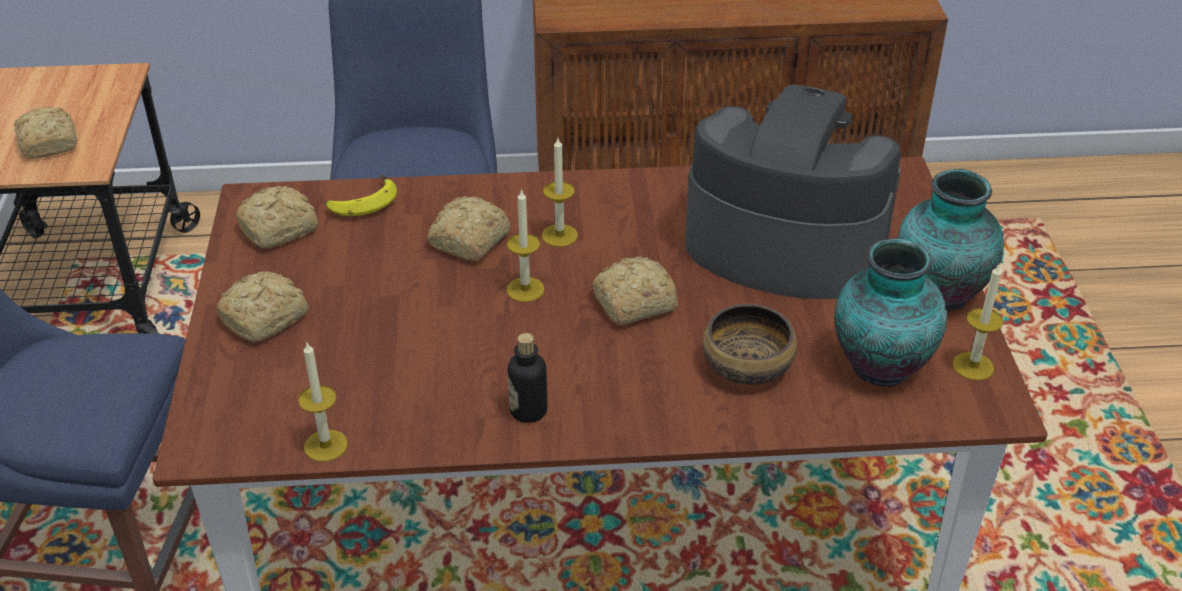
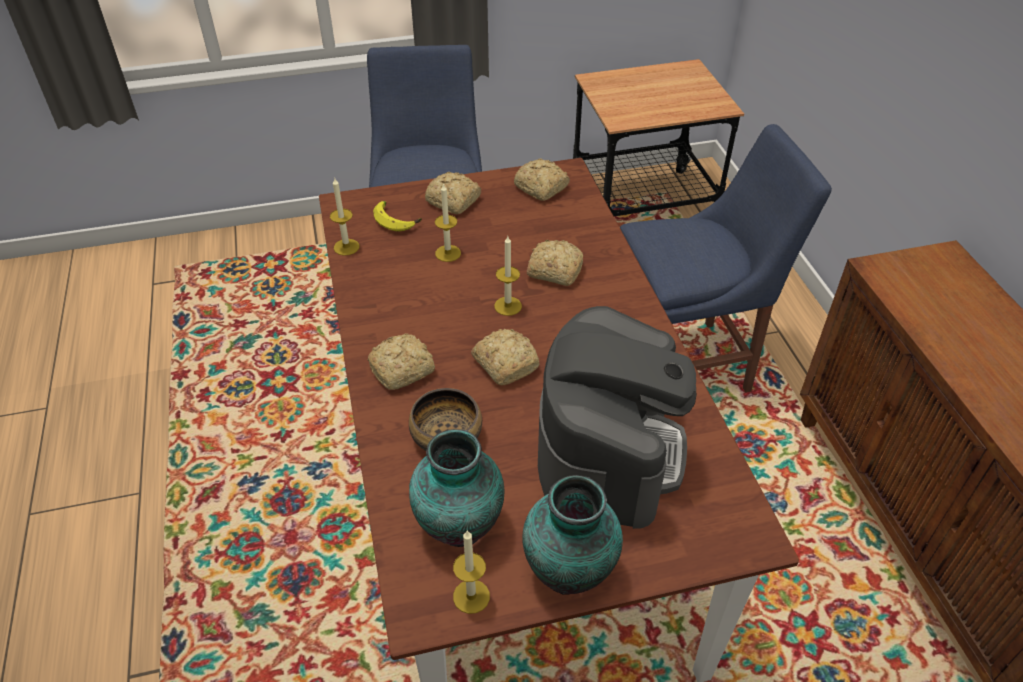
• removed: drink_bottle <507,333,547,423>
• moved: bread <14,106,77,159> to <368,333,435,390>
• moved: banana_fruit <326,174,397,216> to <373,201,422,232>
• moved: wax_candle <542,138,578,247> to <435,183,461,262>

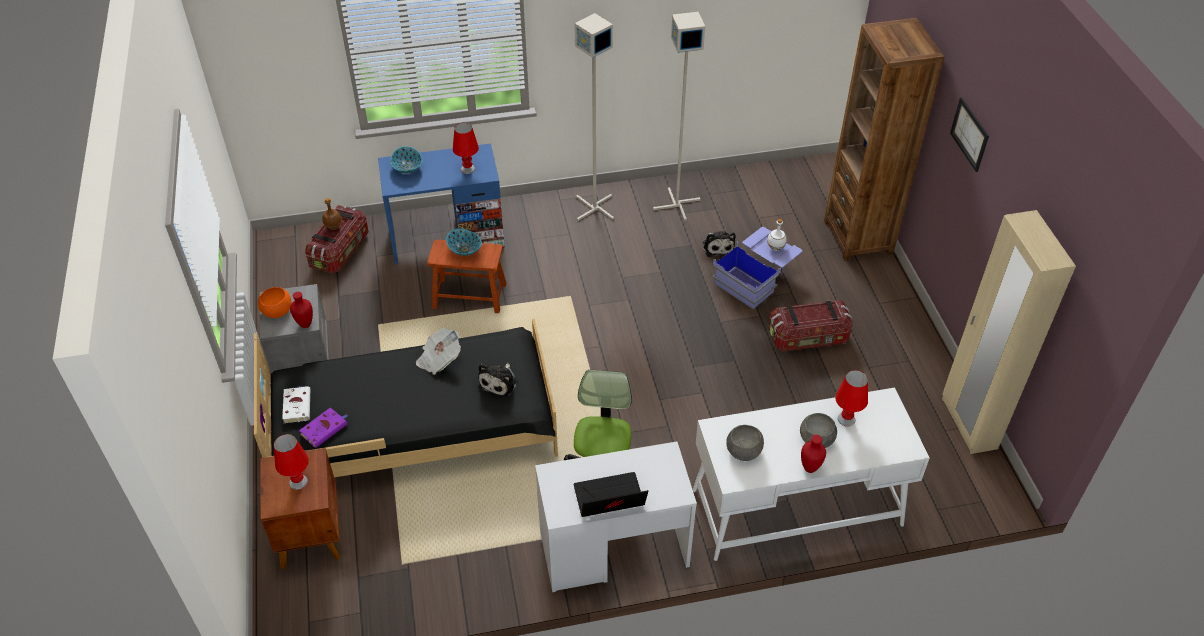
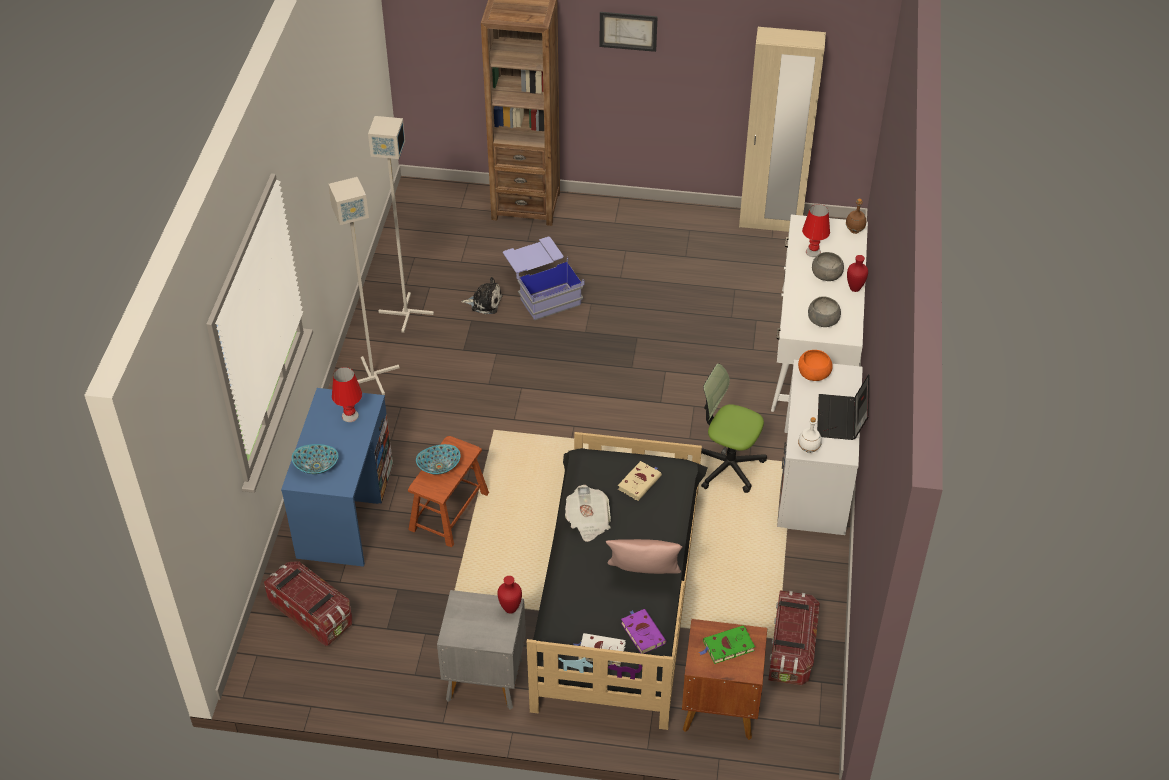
• added: pink_pillow <606,539,682,574>
• moved: orange_deep_dish <258,287,291,318> to <798,350,833,381>
• moved: brown_drink_bottle <322,198,342,230> to <846,199,866,234>
• moved: whitish_drink_bottle <767,219,787,251> to <798,417,822,453>
• moved: storage_bin <768,300,853,351> to <768,591,820,685>
• replaced: red-coloured_table_lamp <274,434,309,490> to greenish_bound_book <699,625,755,664>
• replaced: plush_toy <478,363,517,398> to beige_bound_book <618,461,662,501>

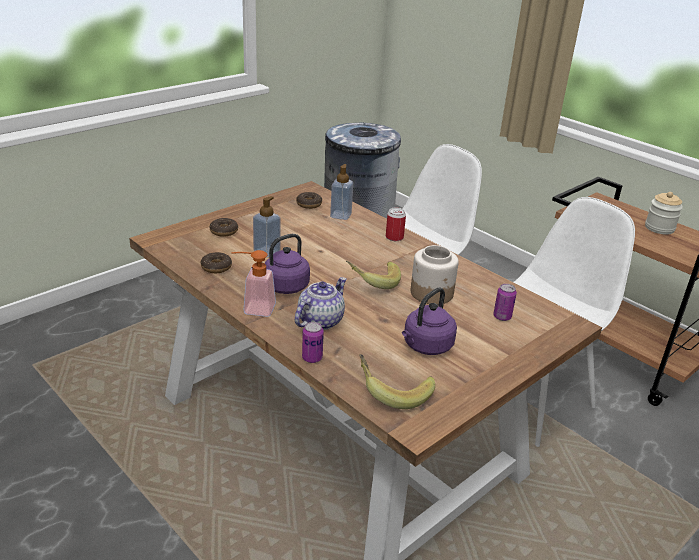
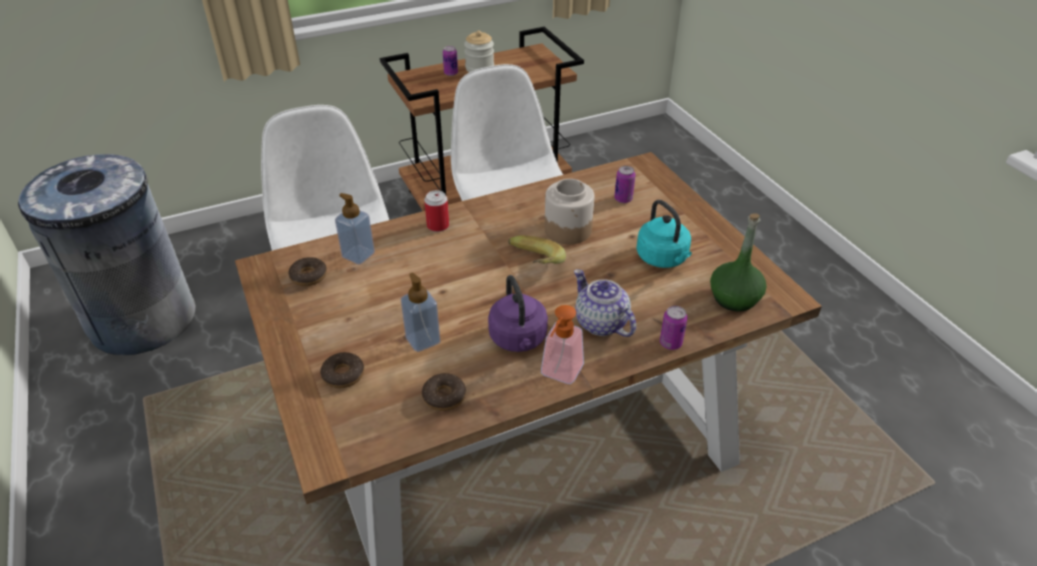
• added: metal_can <443,46,458,76>
• replaced: banana_fruit <359,354,435,409> to greenish_drink_bottle <710,213,767,312>
• recoloured: purplish_water_kettle <402,287,457,355> to turquoise-coloured_water_kettle <636,200,692,268>

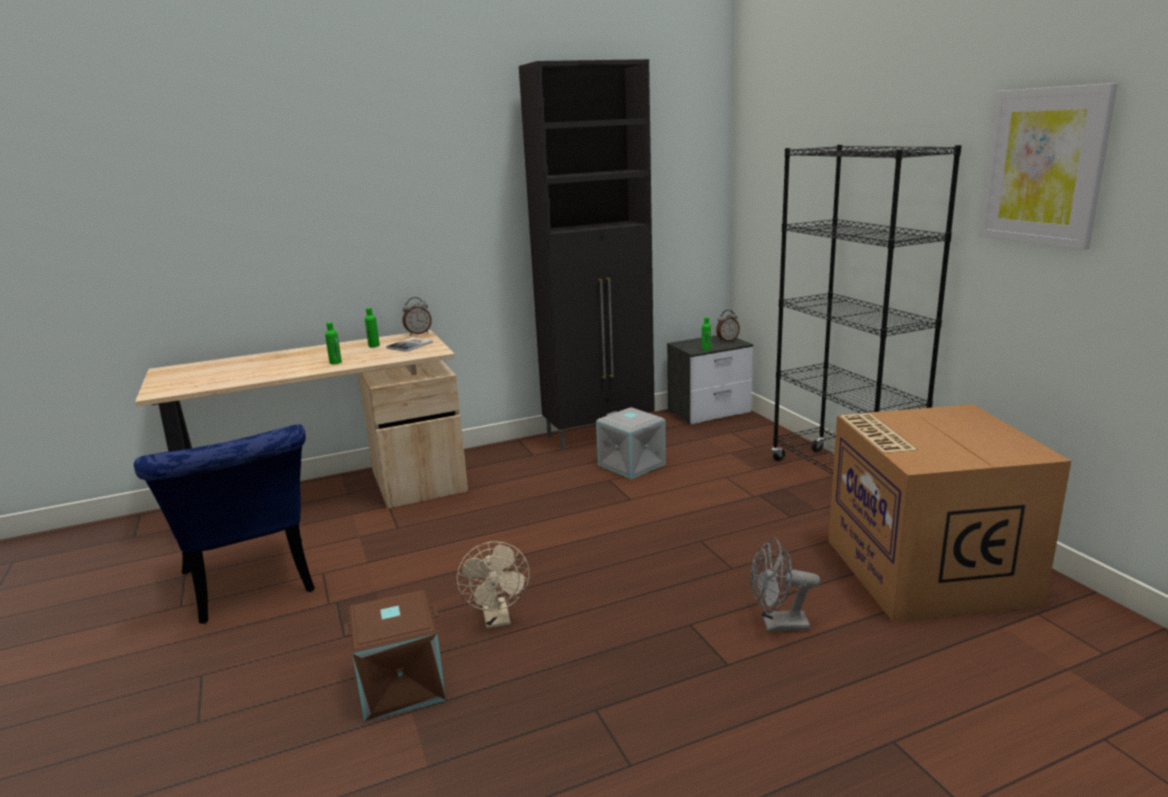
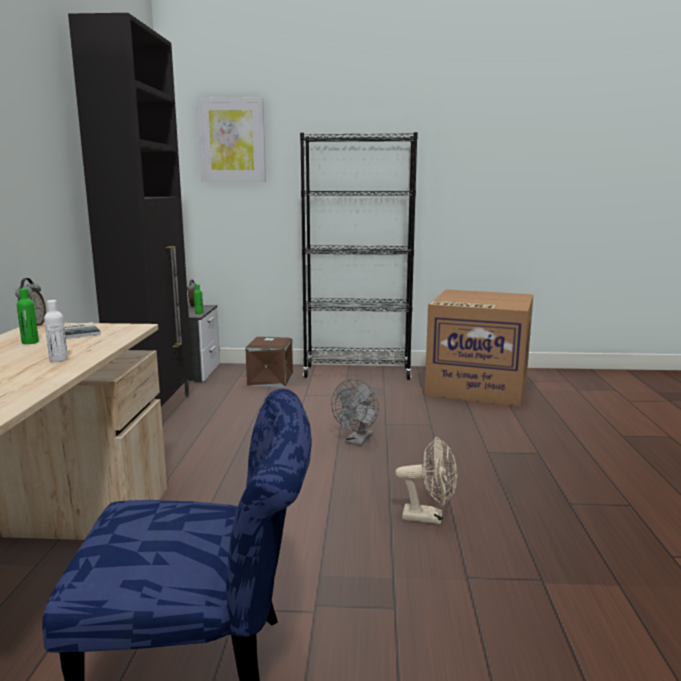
• removed: greyish_storage_bin <596,407,666,479>
• moved: brown_storage_bin <344,590,446,722> to <245,337,293,387>
• moved: greyish_cooling_fan <751,537,820,632> to <331,379,379,446>
• moved: picture <979,83,1118,250> to <197,97,266,182>
• recoloured: greenish_drink_bottle <325,322,342,364> to whitish_drink_bottle <44,300,68,362>

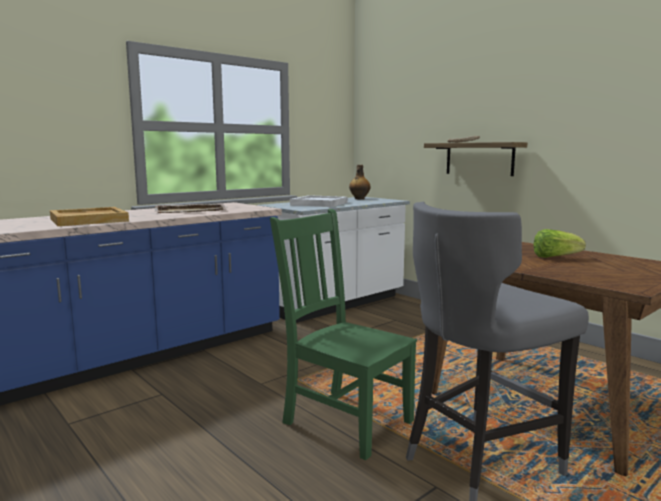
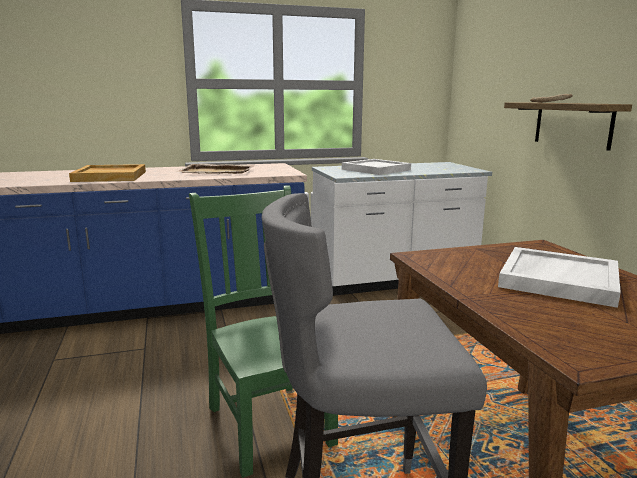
• removed: drink_bottle <349,165,370,199>
• replaced: lettuce_head <534,229,586,258> to whitish_tray <498,247,621,308>

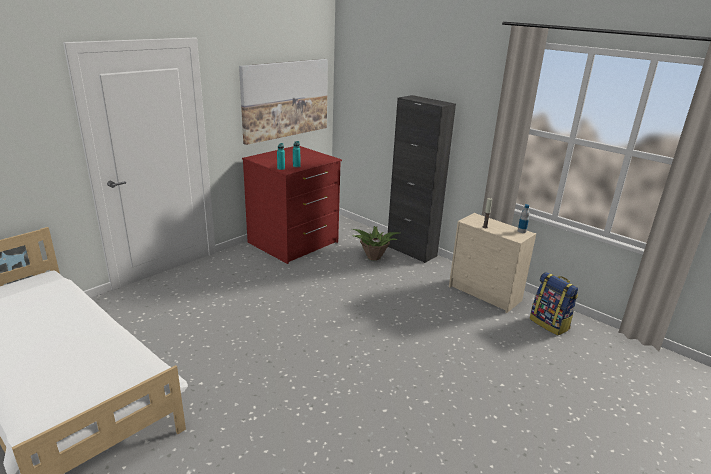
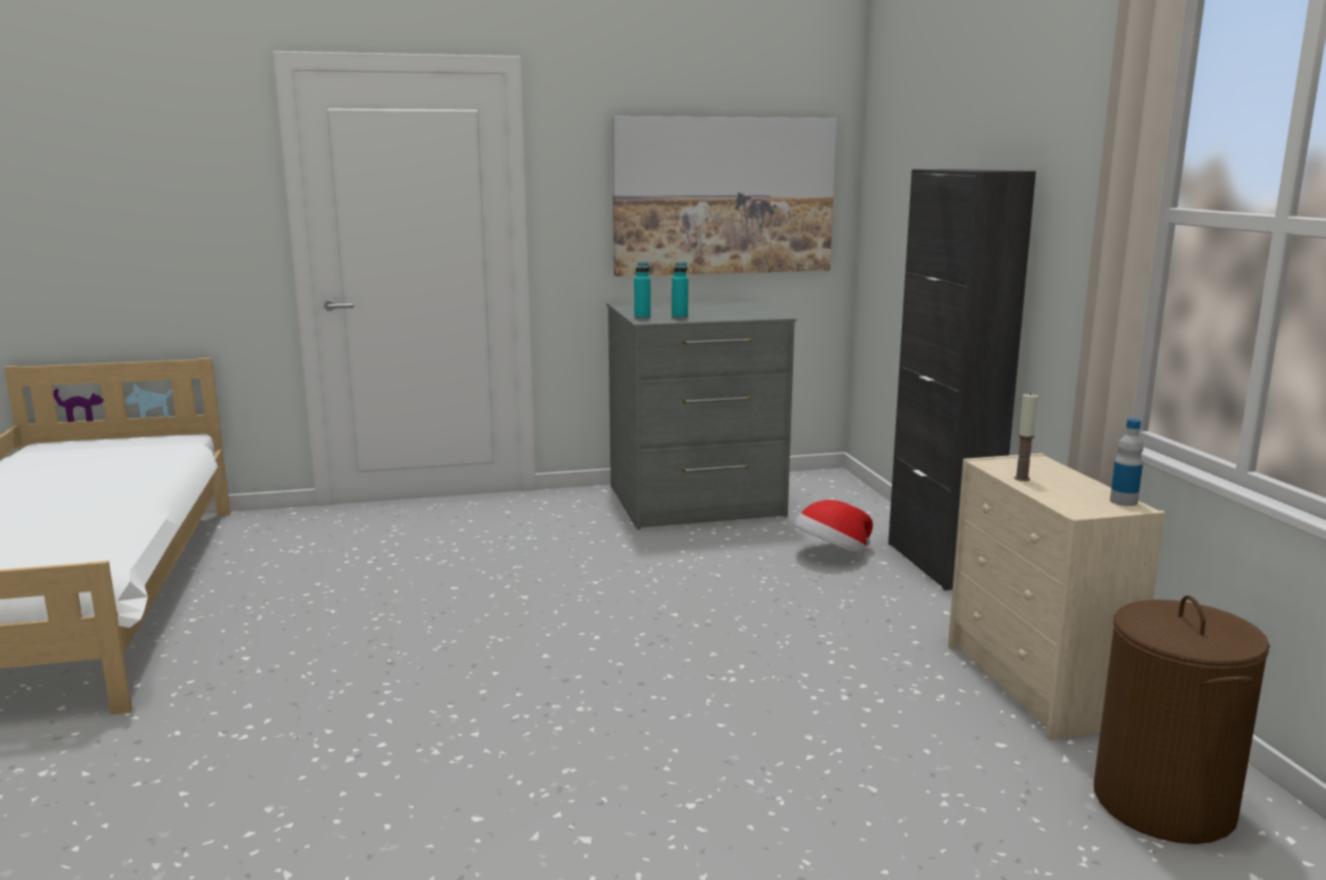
• replaced: potted_plant <352,226,400,261> to wearable_hat <794,500,873,555>
• replaced: rucksack <530,272,578,335> to brown_washing_basket <1094,595,1270,844>
• recoloured: red-coloured_chest_of_drawers <242,146,342,264> to greyish_chest_of_drawers <606,298,797,530>

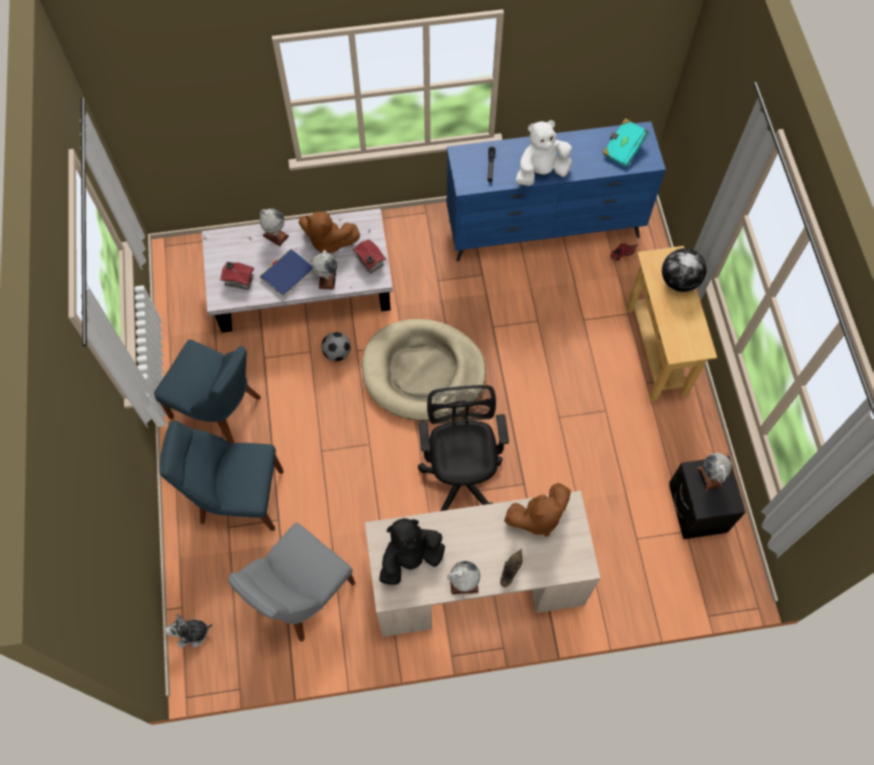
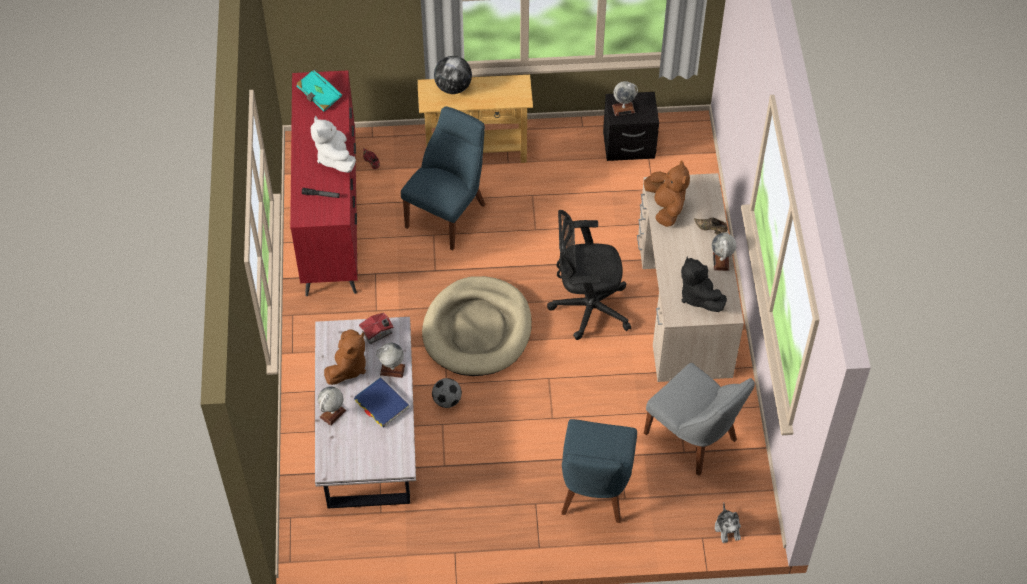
• removed: toy_house <220,262,254,290>
• moved: bluish_chair <154,339,261,444> to <401,106,486,250>
• recoloured: bluish_chest_of_drawers <447,121,666,262> to red-coloured_chest_of_drawers <290,70,358,296>

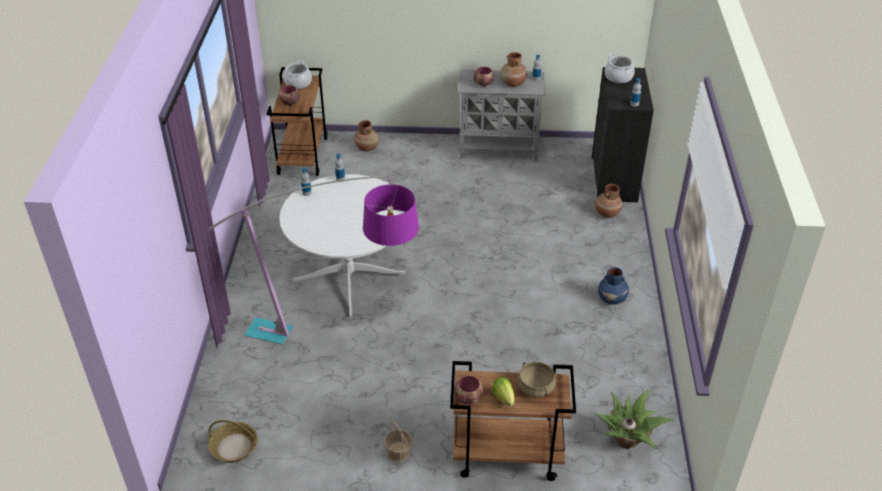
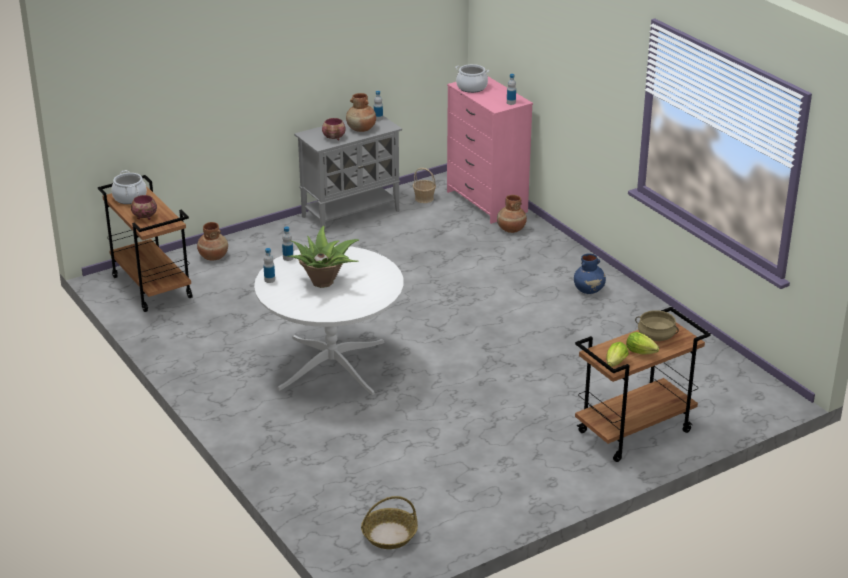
• removed: floor_lamp <209,175,419,344>
• moved: basket <384,421,413,462> to <413,168,436,203>
• moved: potted_plant <594,390,674,450> to <287,226,359,288>
• replaced: deep_dish <454,376,483,405> to lettuce_head <606,342,629,367>
• recoloured: black-coloured_chest_of_drawers <591,67,654,202> to pink_chest_of_drawers <447,76,533,224>

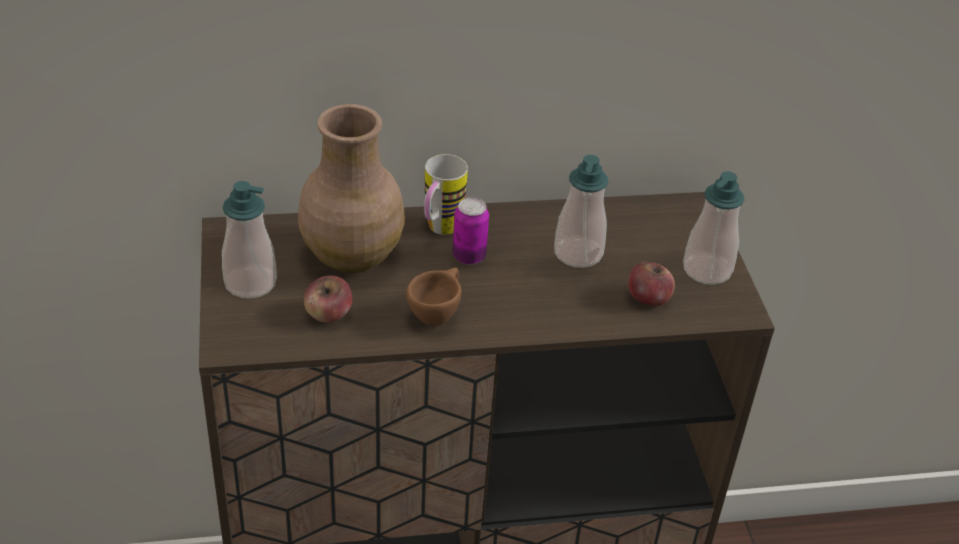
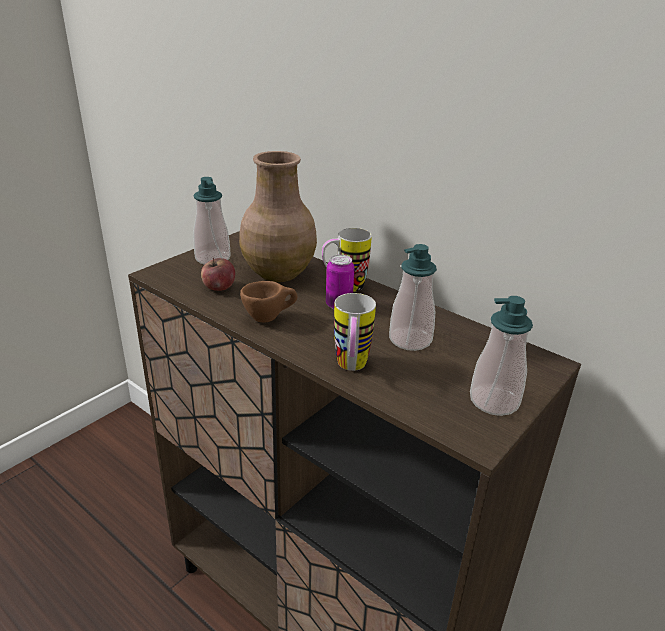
• removed: whole_apple <628,262,675,306>
• added: mug <334,293,376,371>

